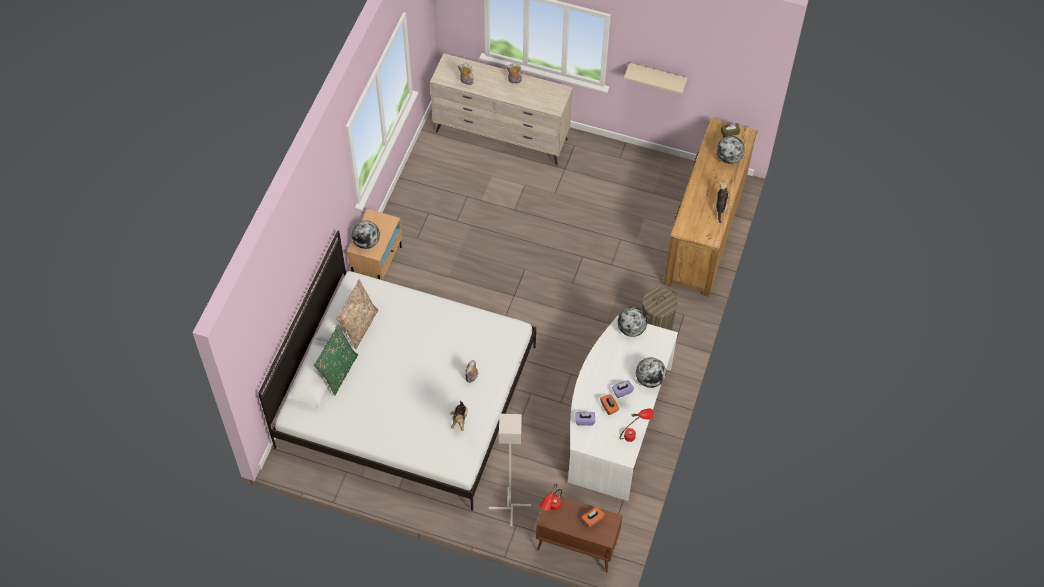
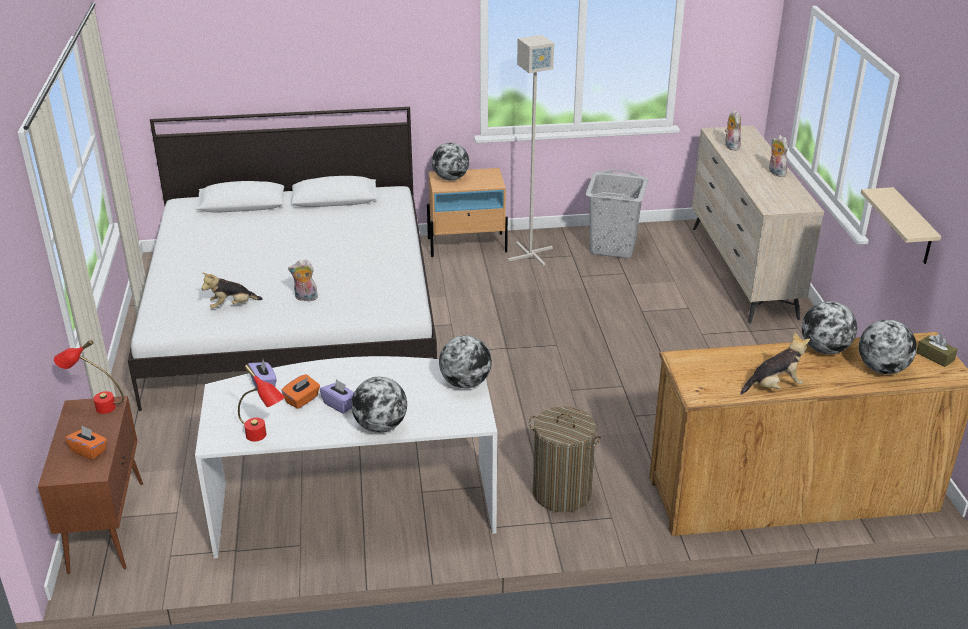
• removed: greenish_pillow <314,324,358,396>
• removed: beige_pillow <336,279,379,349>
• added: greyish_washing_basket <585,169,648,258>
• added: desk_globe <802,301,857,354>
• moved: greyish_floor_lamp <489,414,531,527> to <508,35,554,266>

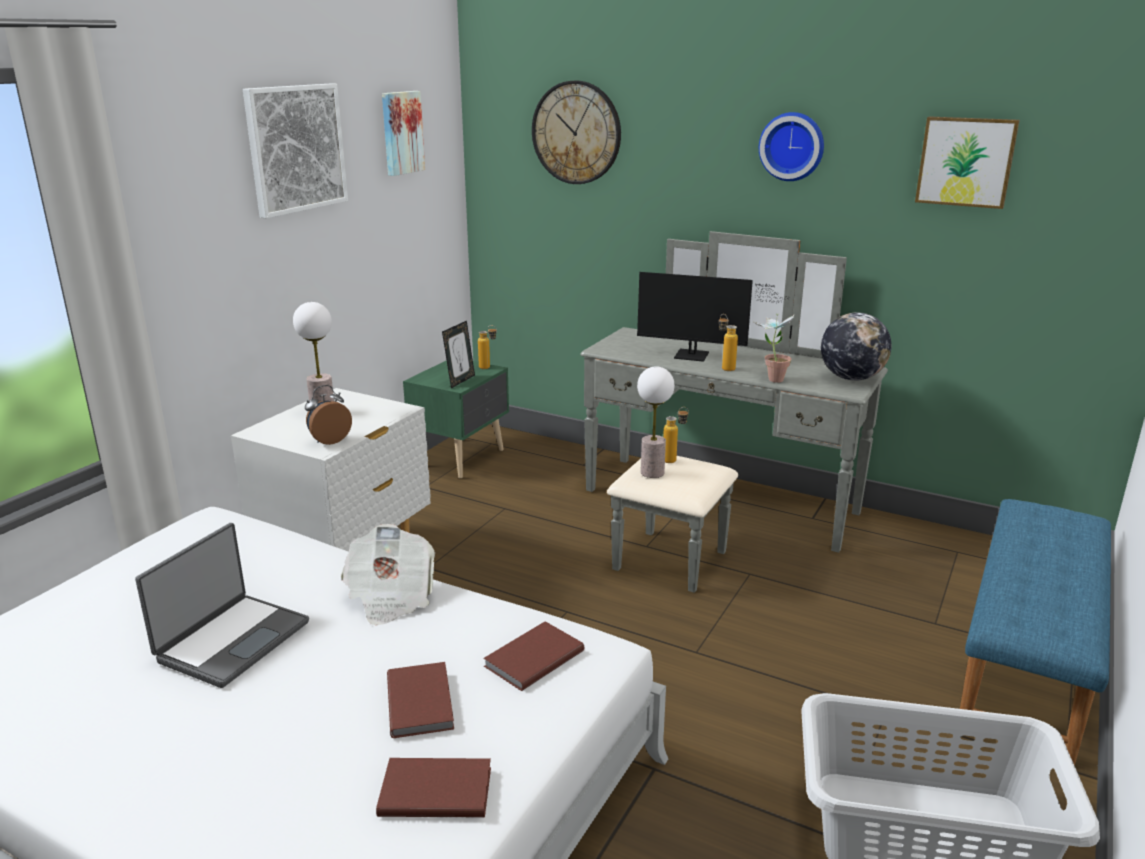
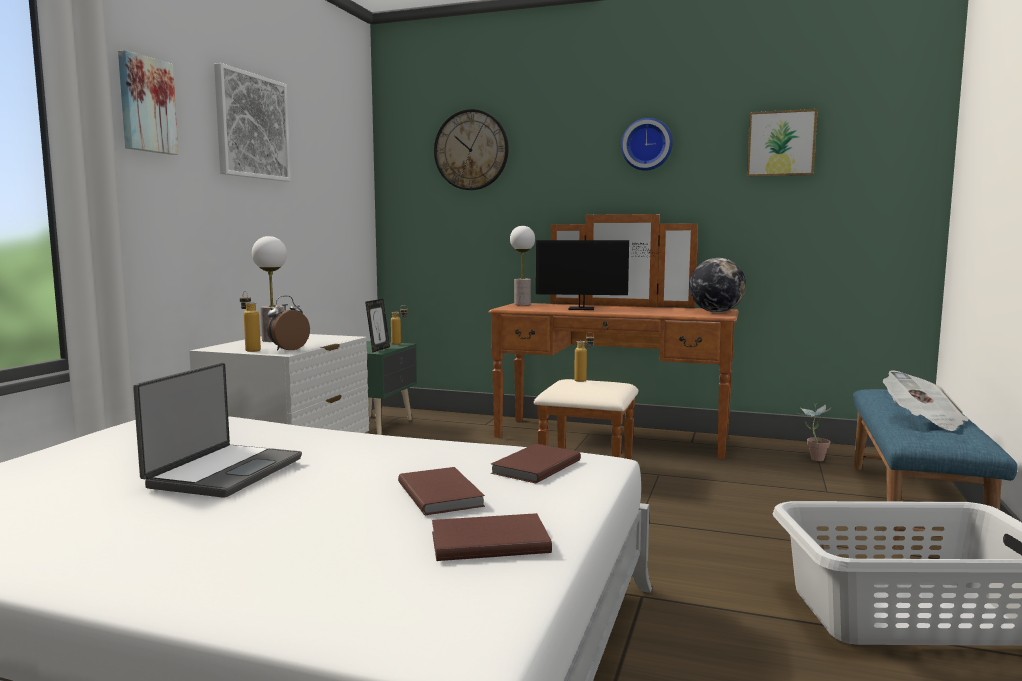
• moved: newspaper <341,524,435,626> to <883,370,969,431>
• moved: picture <382,91,425,176> to <118,50,179,155>
• moved: table_lamp <637,366,675,478> to <510,226,535,305>
• moved: drink_bottle <719,314,738,371> to <240,291,261,352>
• moved: potted_plant <754,313,794,383> to <794,405,831,461>
• recoloured: greyish_chest_of_drawers <581,231,888,593> to brown_chest_of_drawers <489,214,739,460>

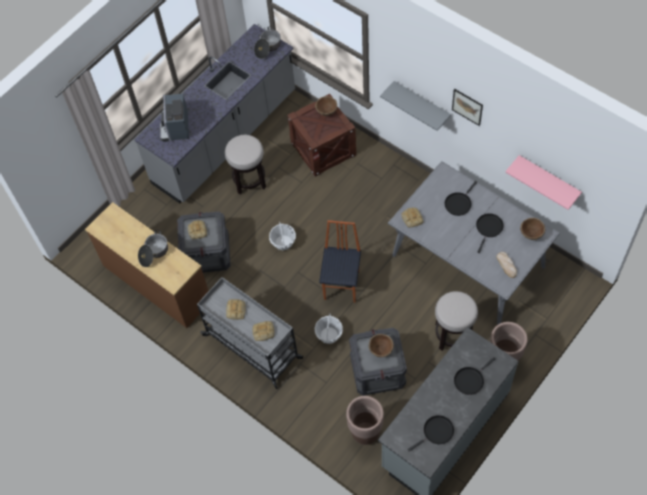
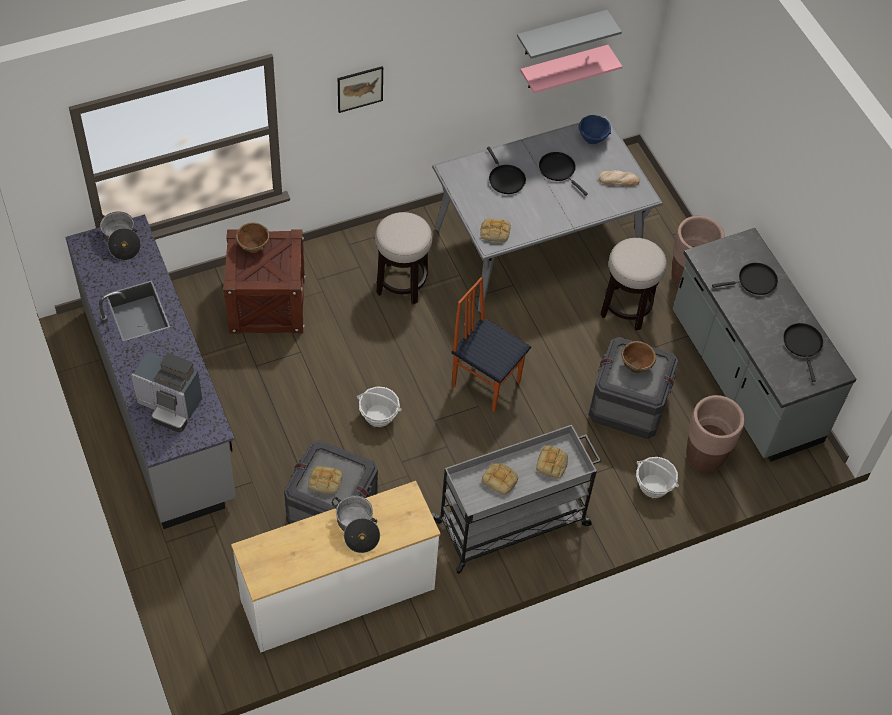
• moved: stool_seat <225,135,266,195> to <375,212,433,305>
• moved: basket <315,314,343,344> to <636,457,679,498>
• moved: greyish_bracket_shelf <380,81,451,131> to <517,10,622,59>
• moved: picture <452,89,483,126> to <338,66,383,113>
• recoloured: brown_chest_of_drawers <85,202,209,328> to whitish_chest_of_drawers <231,481,441,653>
• recoloured: brown_deep_dish <520,218,545,240> to bluish_deep_dish <578,115,611,144>
• turned: black-coloured_skillet <454,357,495,395> = <712,263,778,295> 90 degrees counterclockwise

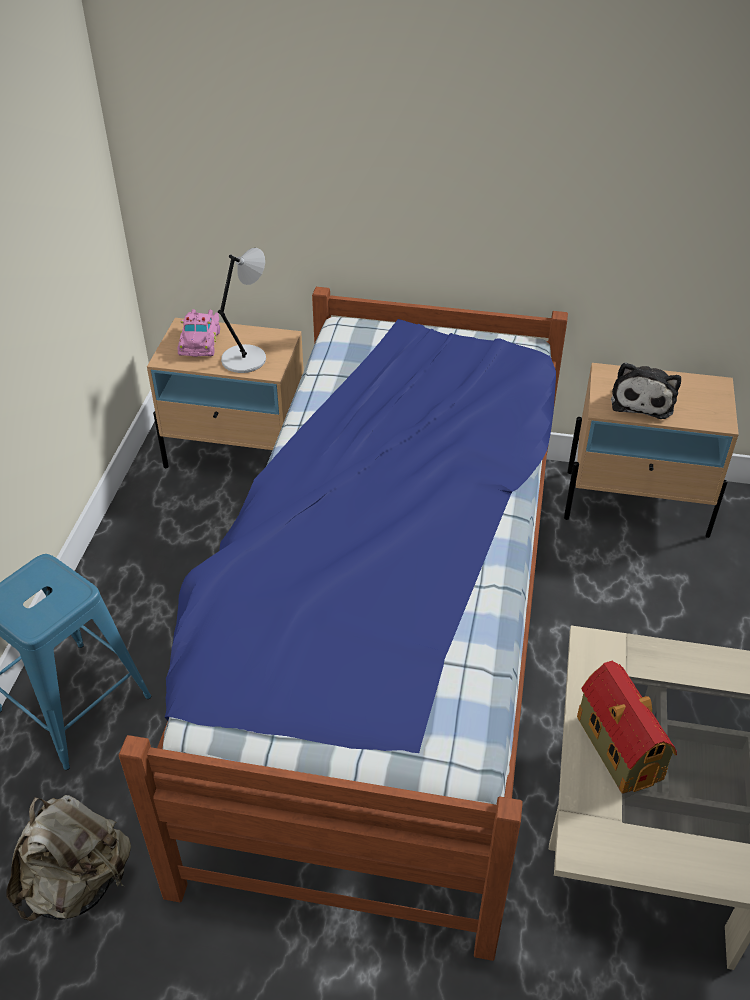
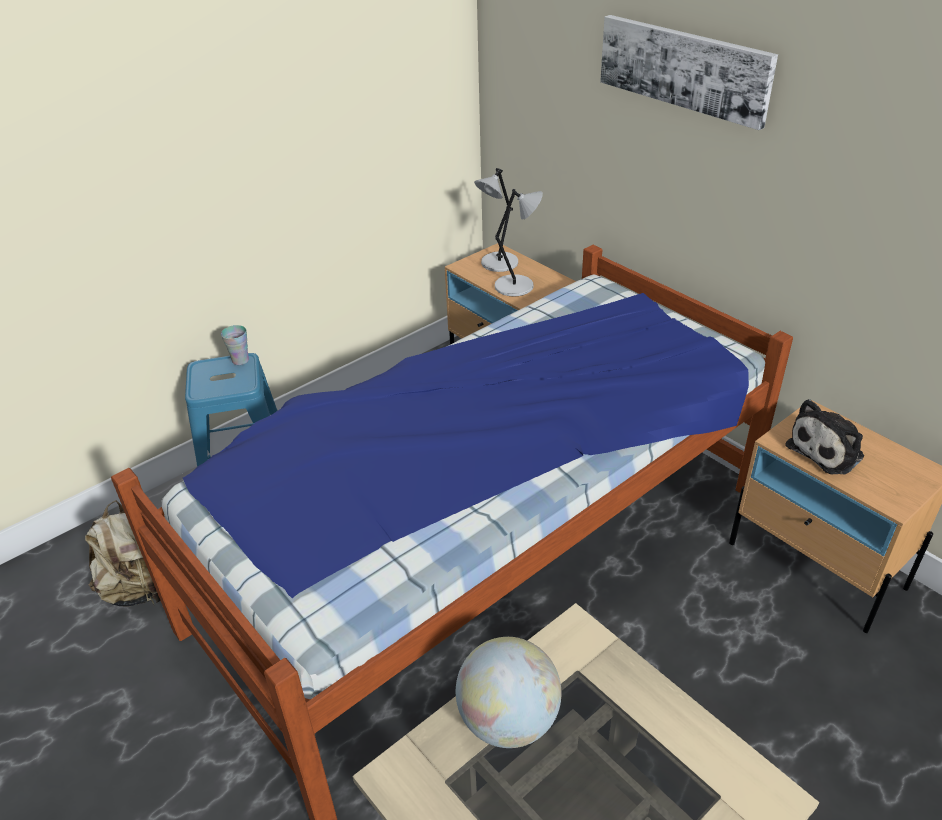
• added: drinking_cup <221,325,249,365>
• added: picture <600,15,778,130>
• replaced: pink_model_car <178,309,220,357> to greyish_table_lamp <474,168,518,272>
• replaced: toy_house <577,660,677,794> to desk_globe <456,637,561,748>

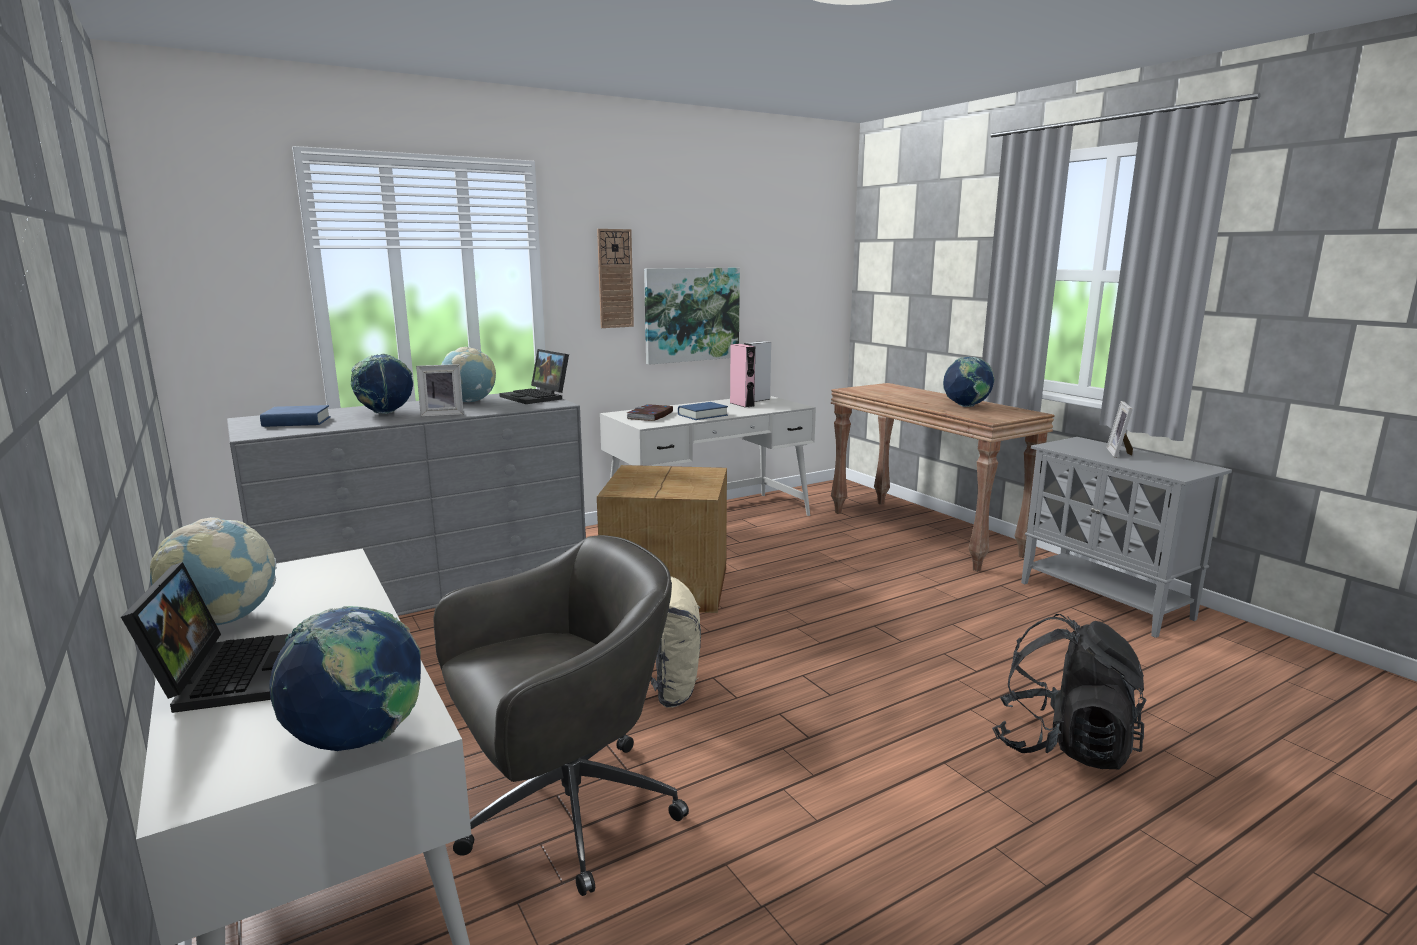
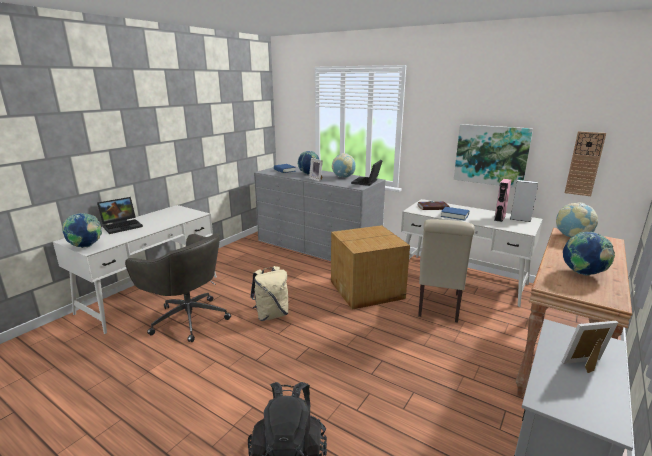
• added: beige_chair <418,219,475,323>
• moved: desk_globe <150,517,277,625> to <556,203,598,237>
• moved: clock_on_the_wall <597,229,634,328> to <565,131,606,196>

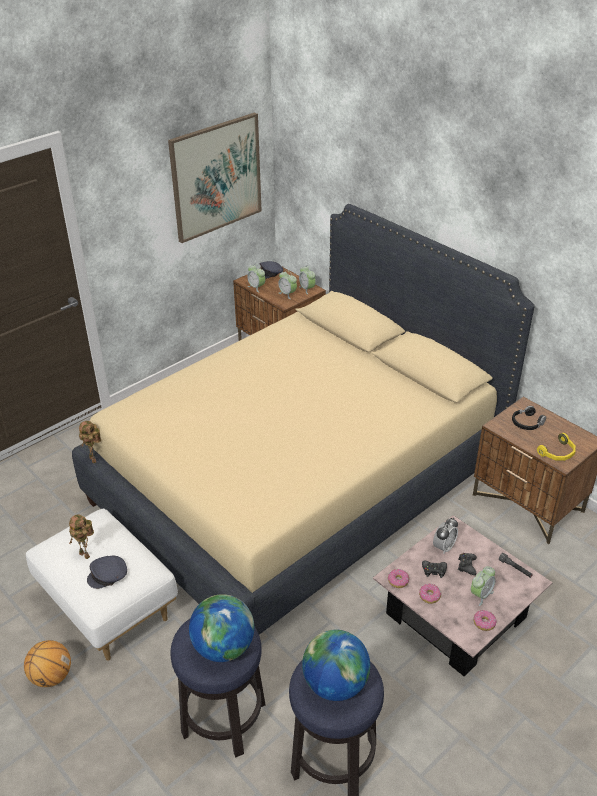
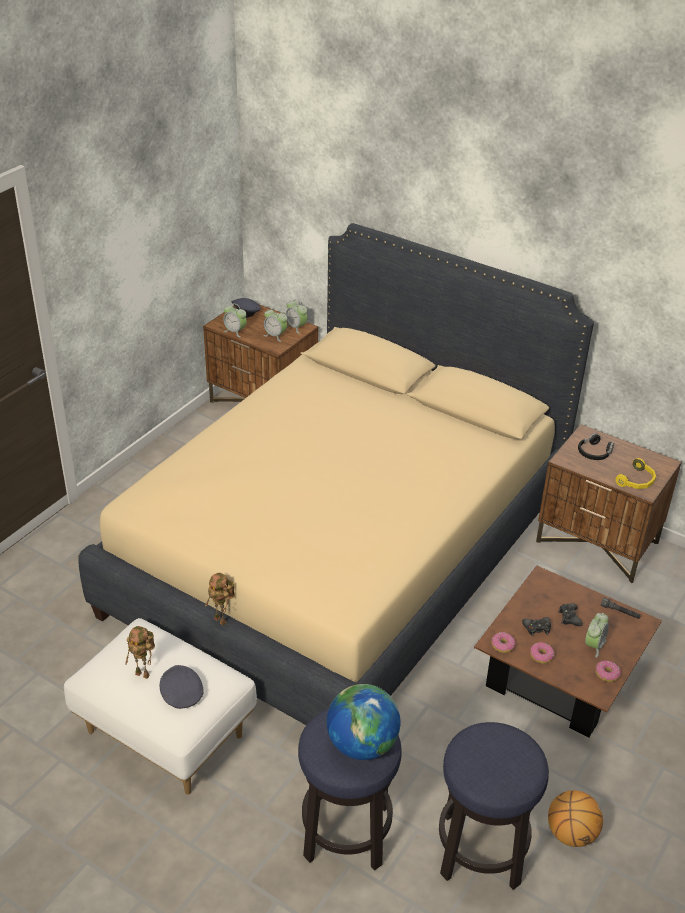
• removed: picture <168,113,262,243>
• removed: desk_globe <302,630,370,701>
• removed: alarm_clock <433,518,458,554>
• moved: basketball_ball <24,640,71,687> to <548,790,603,847>
• moved: model_robot <79,421,101,464> to <205,573,235,625>
• recoloured: pink_coffee_table <373,515,553,676> to brown_coffee_table <474,565,662,738>
• turned: greyish_baseball_cap <87,556,127,589> = <160,665,204,709> 105 degrees clockwise

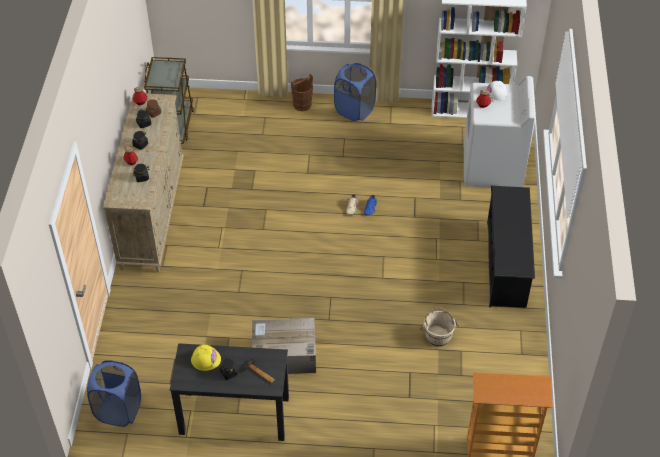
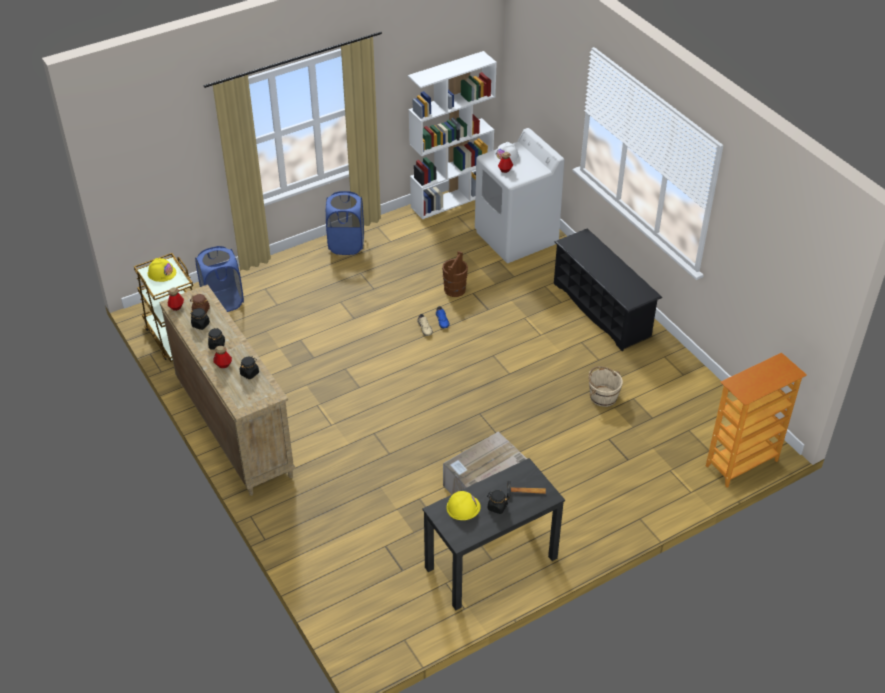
• added: yellow-coloured_hard_hat <147,258,176,282>
• moved: bluish_washing_basket <87,360,141,427> to <195,246,244,312>
• moved: brown_bucket <291,74,313,111> to <442,251,468,297>

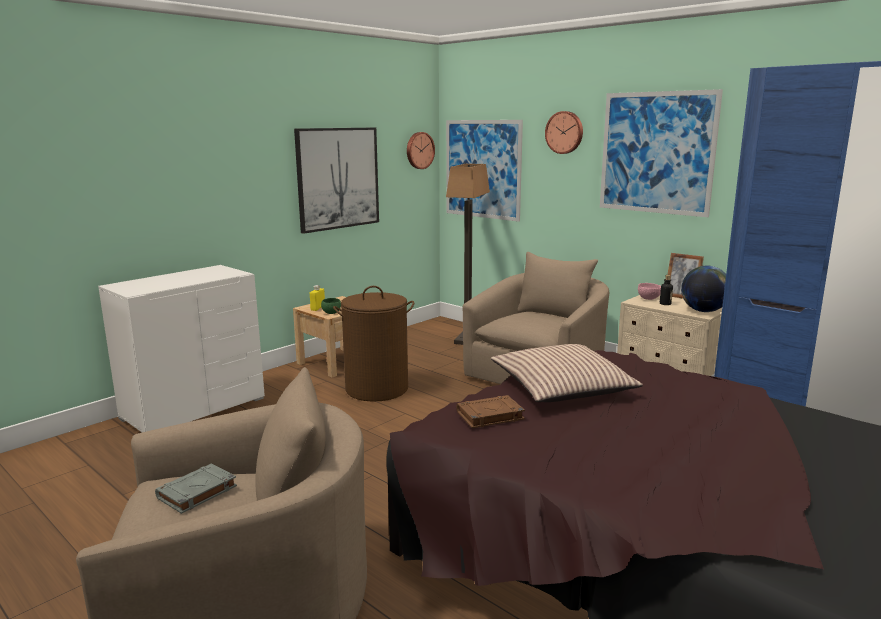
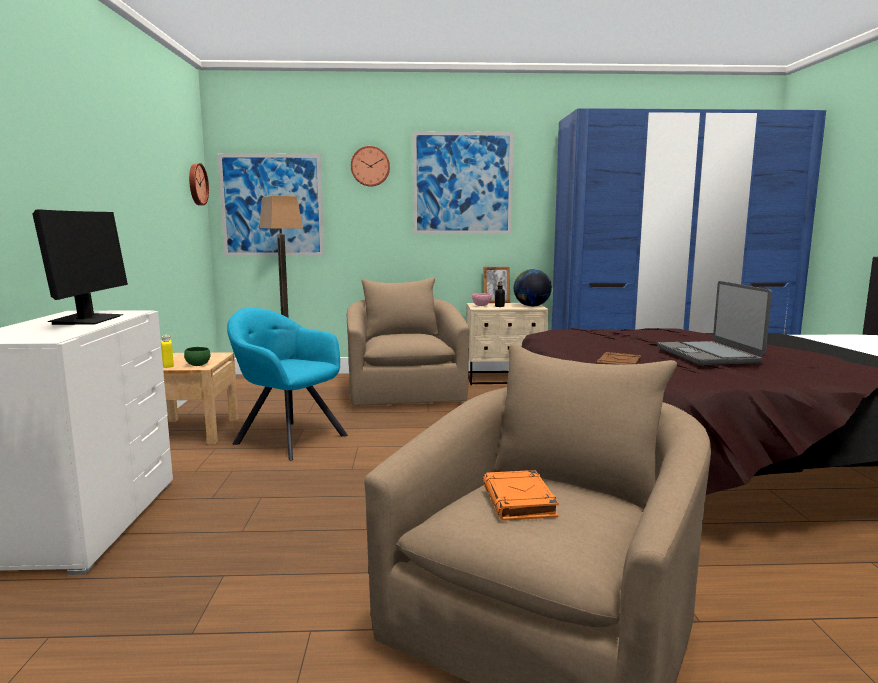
• removed: picture <294,128,379,234>
• removed: pillow <491,344,643,402>
• added: computer_display <33,209,128,325>
• added: laptop <657,281,772,365>
• replaced: brown_washing_basket <333,286,414,402> to turquoise-coloured_armchair <227,308,348,461>
• recoloured: greyish_bound_book <155,463,237,514> to orange_bound_book <483,470,559,521>

